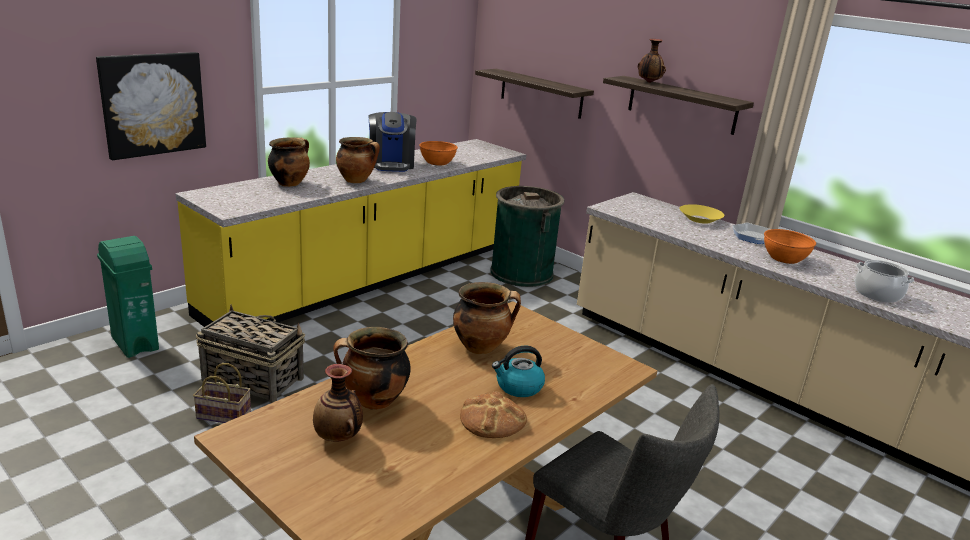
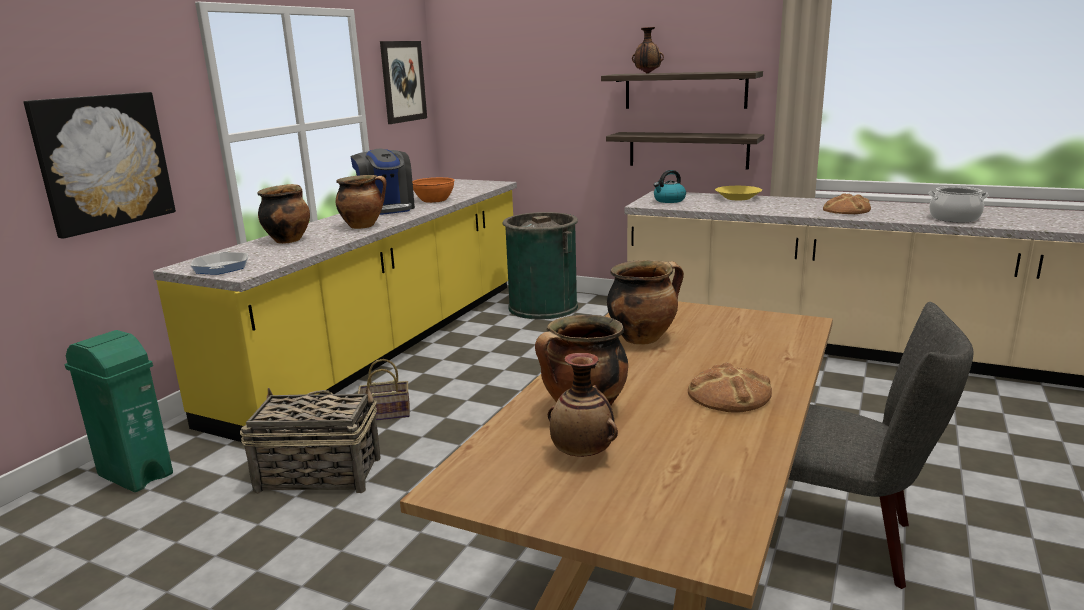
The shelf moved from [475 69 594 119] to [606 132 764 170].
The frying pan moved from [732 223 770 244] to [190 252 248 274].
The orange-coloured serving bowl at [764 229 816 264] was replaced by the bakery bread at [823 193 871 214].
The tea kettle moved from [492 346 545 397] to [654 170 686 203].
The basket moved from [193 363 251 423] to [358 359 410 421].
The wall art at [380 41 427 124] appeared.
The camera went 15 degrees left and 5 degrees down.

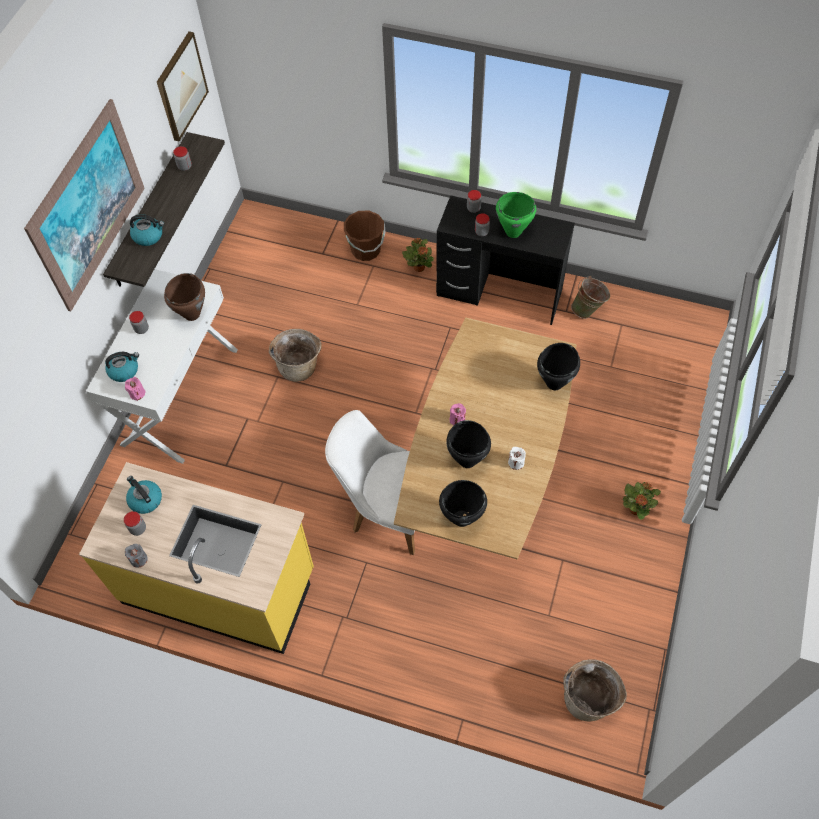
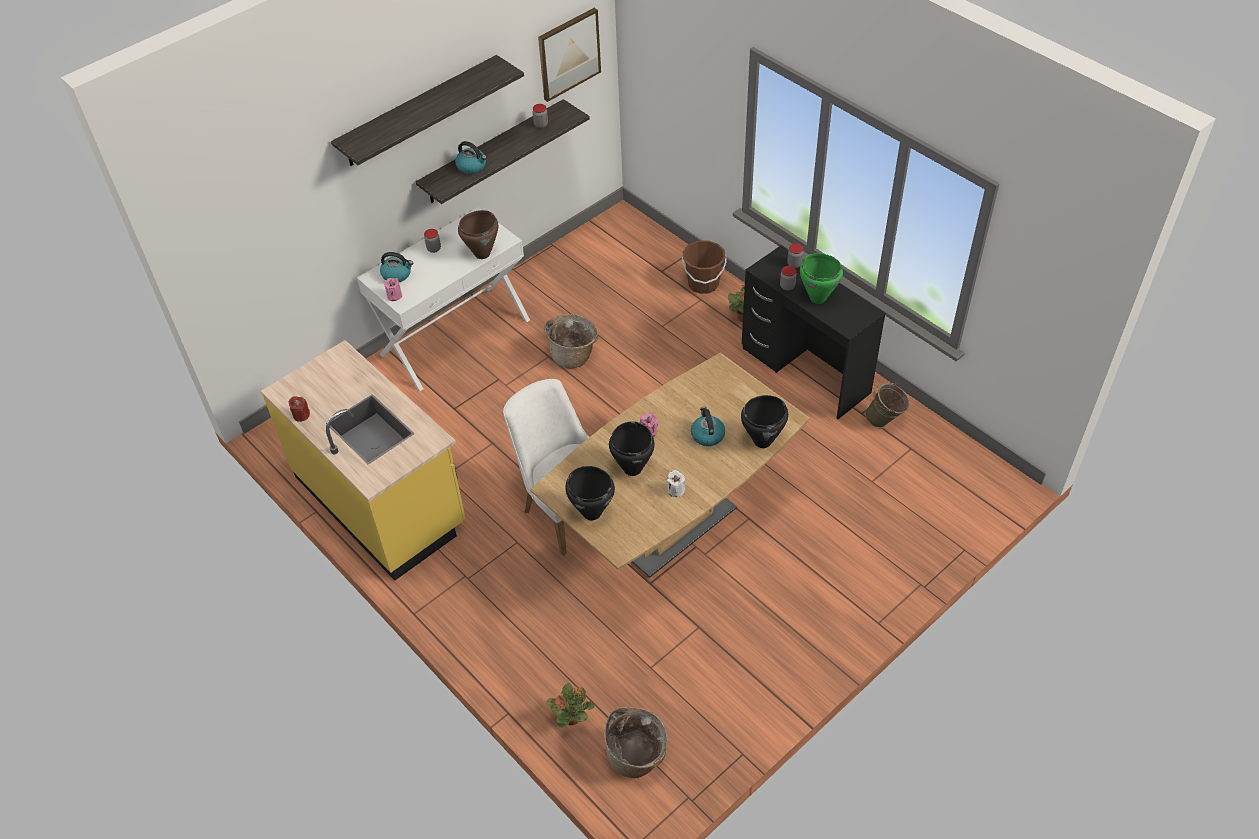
The wall art at [24 99 145 311] was replaced by the shelf at [331 55 524 166].
The tea kettle moved from [126 476 162 514] to [691 407 725 446].
The houseplant moved from [623 482 661 520] to [546 683 594 728].
The jar at [124 511 146 536] disappeared.
The gray wax candle at [125 544 148 568] became the red-coloured wax candle at [289 396 310 422].
The camera went 30 degrees right and 10 degrees down.

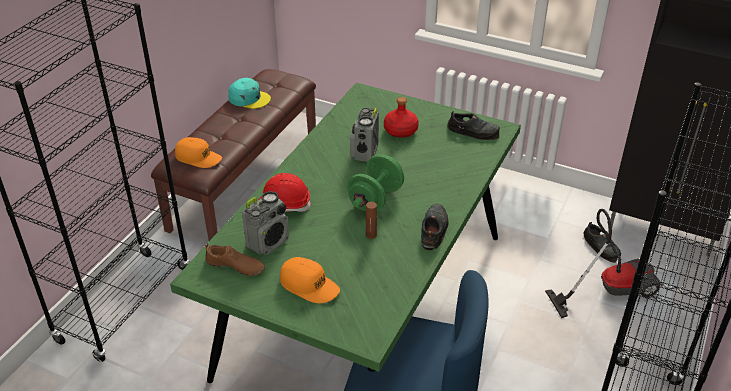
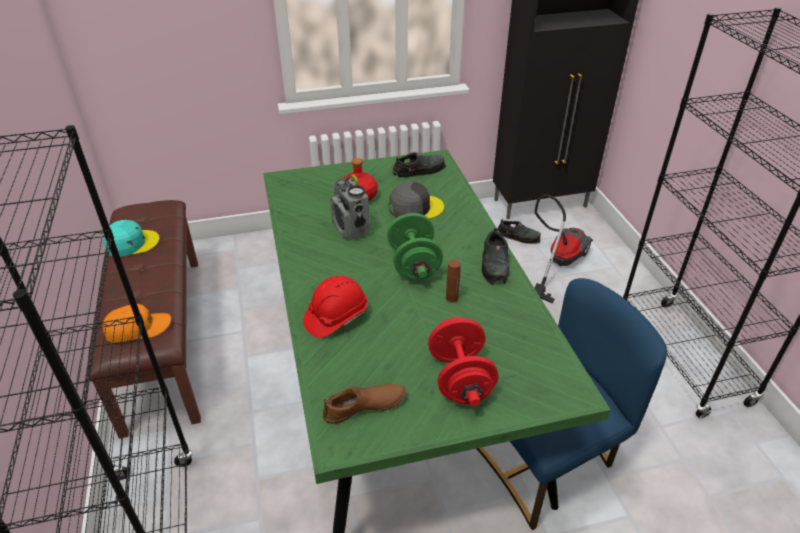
The radio receiver at [242 191 289 255] disappeared.
The black low shoe at [421 204 449 250] turned 150 degrees counterclockwise.
The orange-coloured baseball cap at [280 257 340 303] was replaced by the red-coloured dumbbell at [428 317 499 406].
The gray baseball cap at [389 182 444 219] appeared.
The camera went 40 degrees left and 0 degrees up.

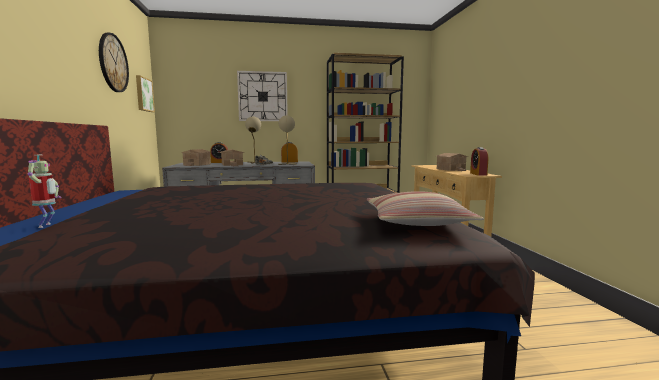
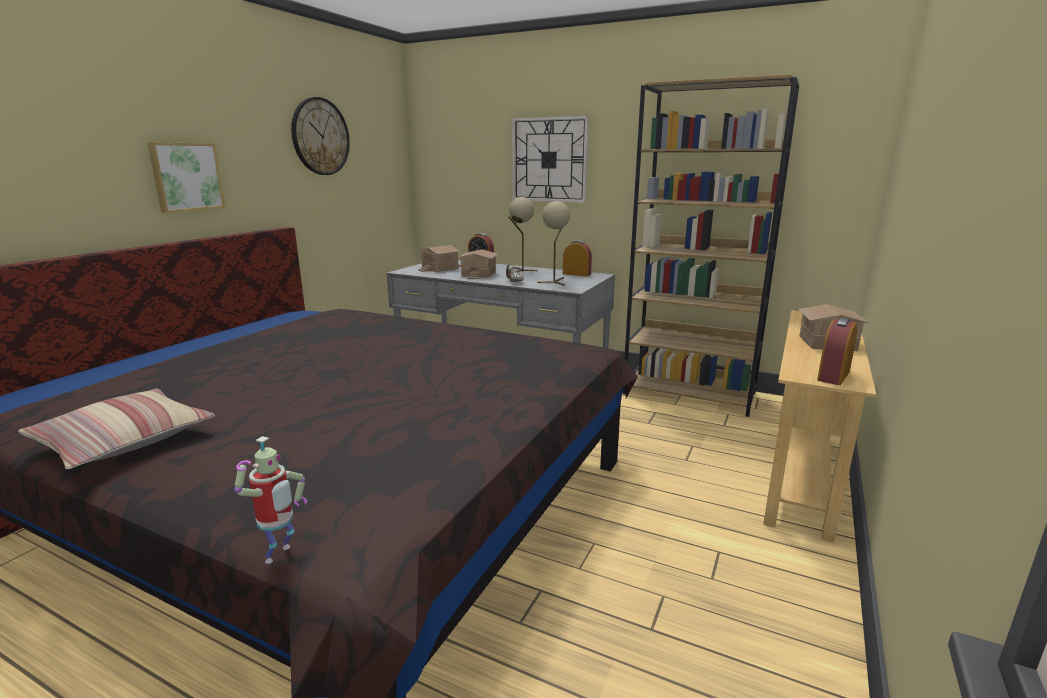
The wall art moved from [136 75 155 112] to [147 142 225 213].
The model robot moved from [28 155 62 228] to [234 436 307 564].
The pillow moved from [367 191 484 226] to [18 388 215 469].
The camera went 35 degrees right and 10 degrees up.

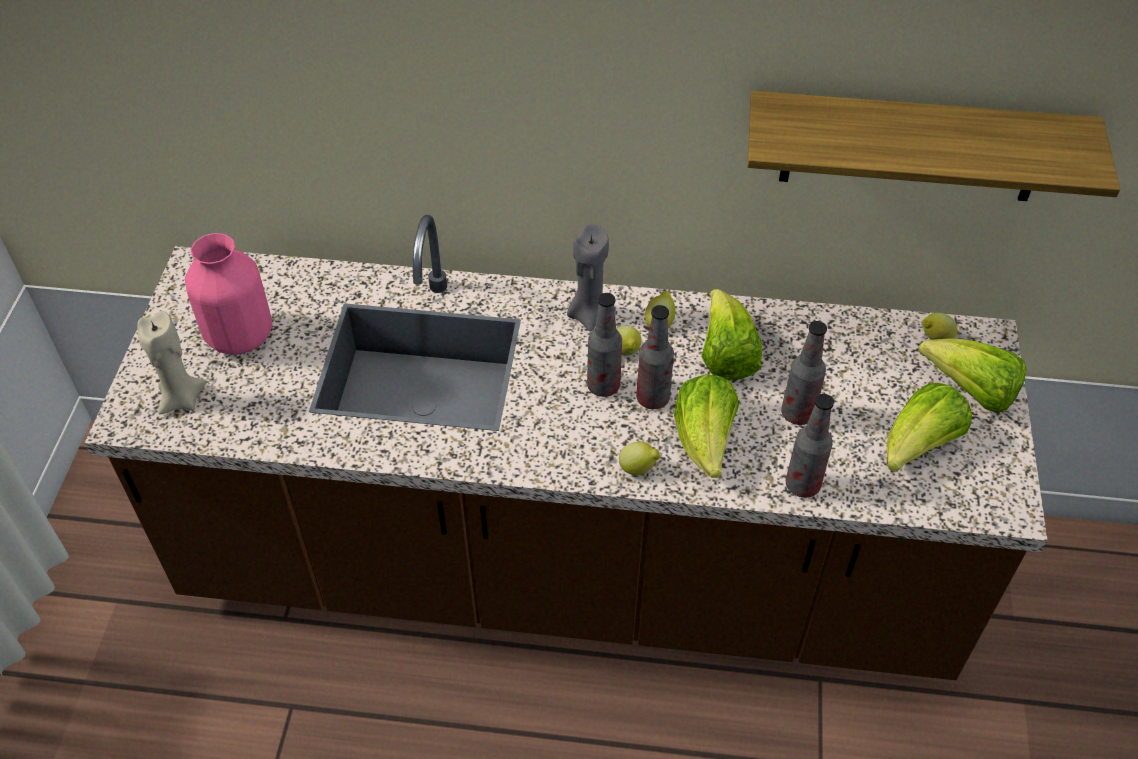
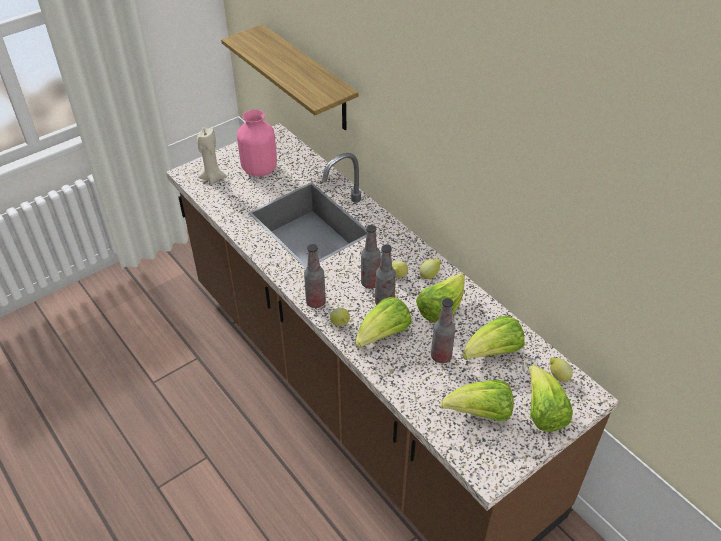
The shelf moved from [747 91 1120 201] to [221 24 359 130].
The gray wax candle at [567 224 609 332] disappeared.
The bottle moved from [786 394 834 498] to [304 244 326 308].
The head of lettuce at [462 315 525 360] appeared.
The camera went 45 degrees right and 5 degrees down.

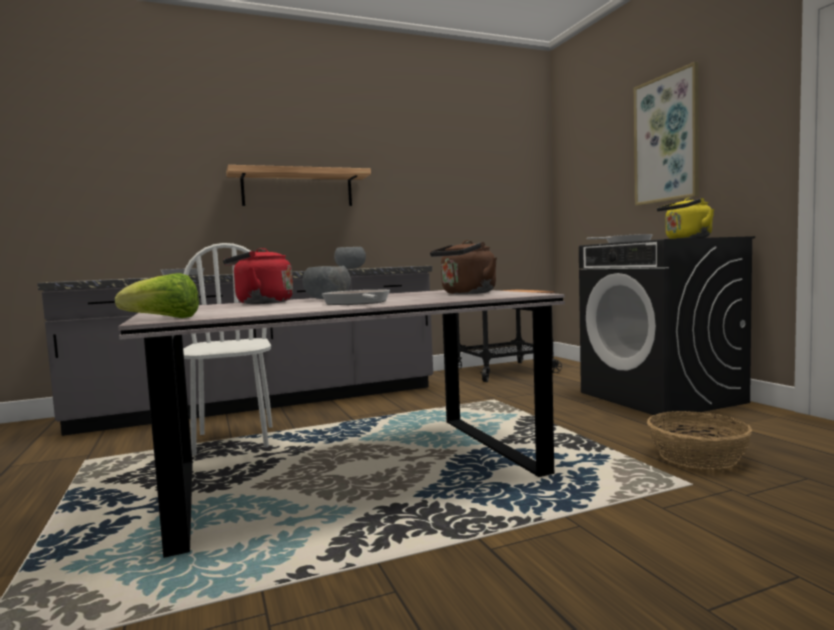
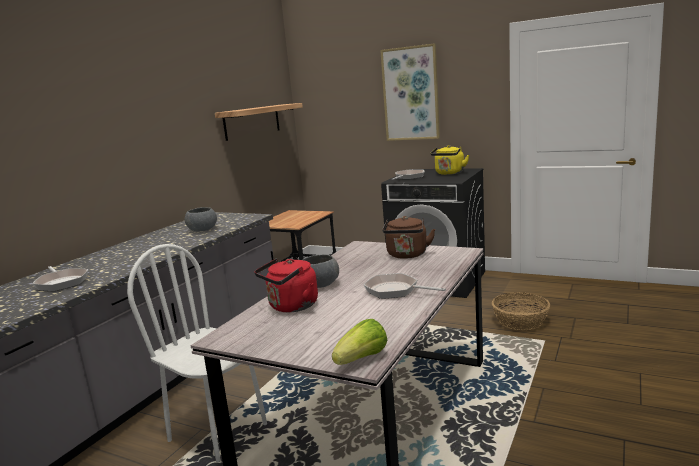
The shelf moved from [226 165 371 206] to [215 103 303 141].
The camera went 40 degrees left and 10 degrees up.

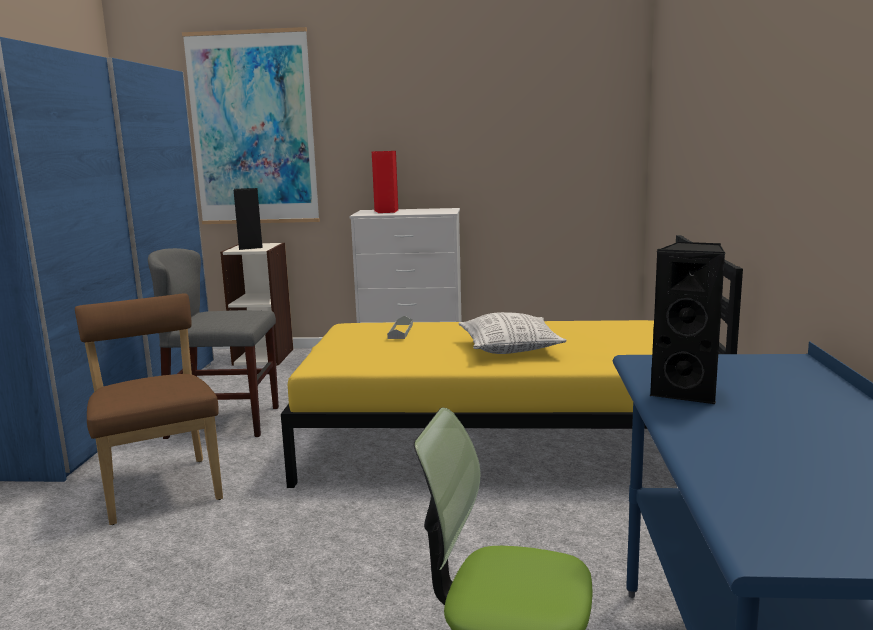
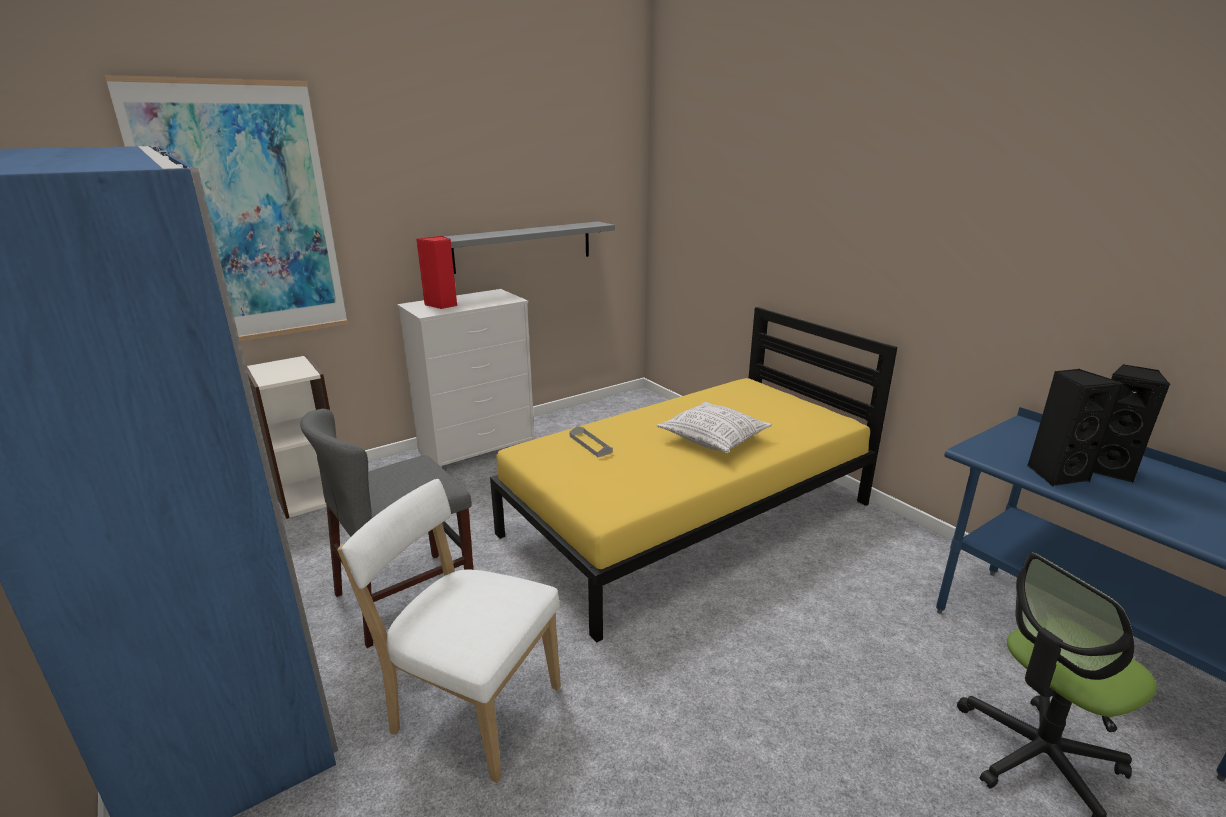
The black audio speaker moved from [234 188 263 250] to [1093 364 1170 483].
The brown-coloured plain chair at [75 294 223 525] became the white plain chair at [337 479 561 783].
The gray shelf at [444 221 615 274] appeared.
The camera went 40 degrees left and 10 degrees up.

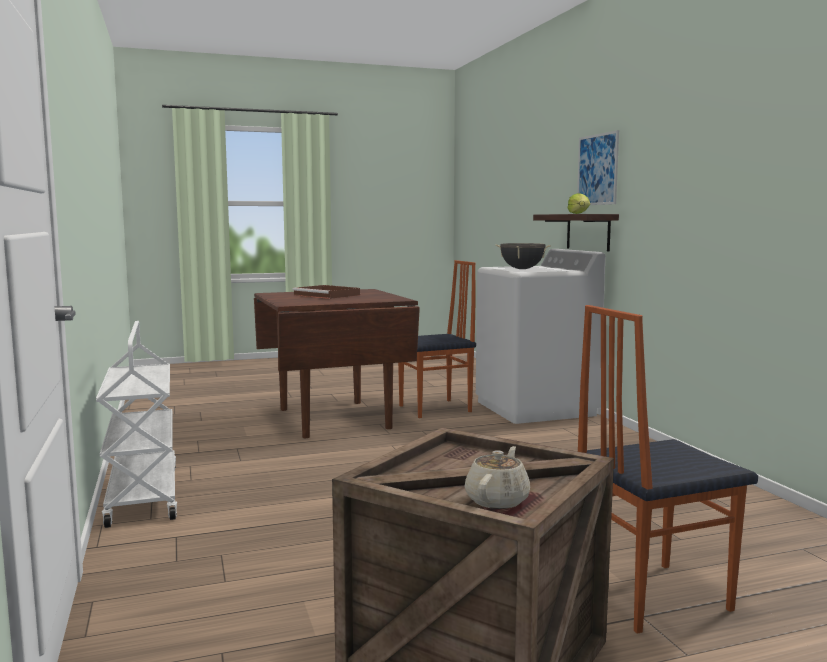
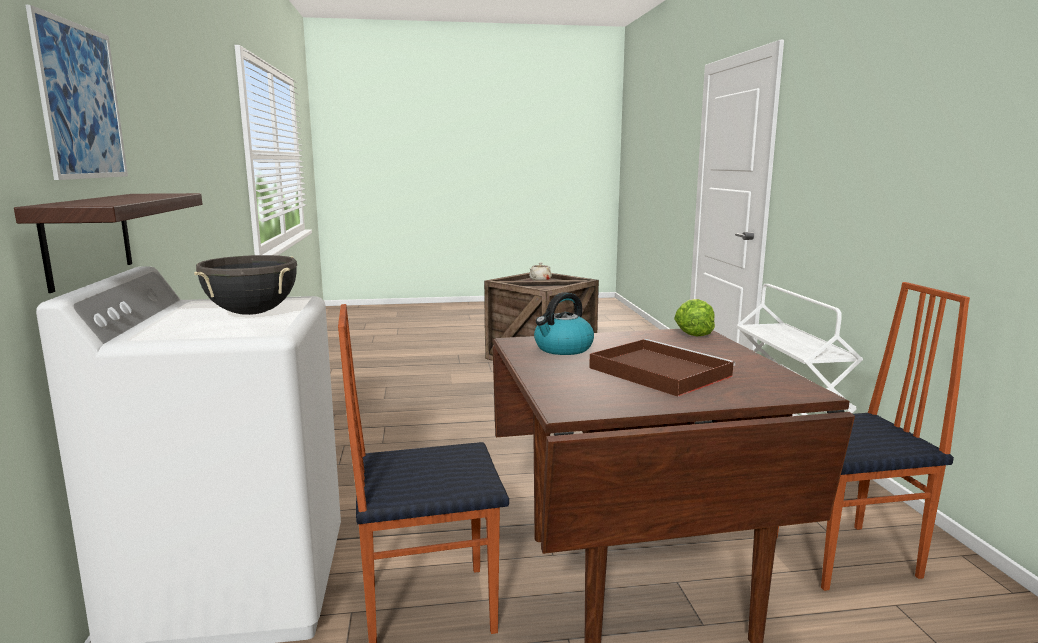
The head of lettuce moved from [568 193 590 214] to [674 299 715 337].
The plain chair moved from [578 305 758 634] to [777 282 970 591].
The tea kettle at [534 292 594 355] appeared.
The camera went 170 degrees left and 5 degrees up.

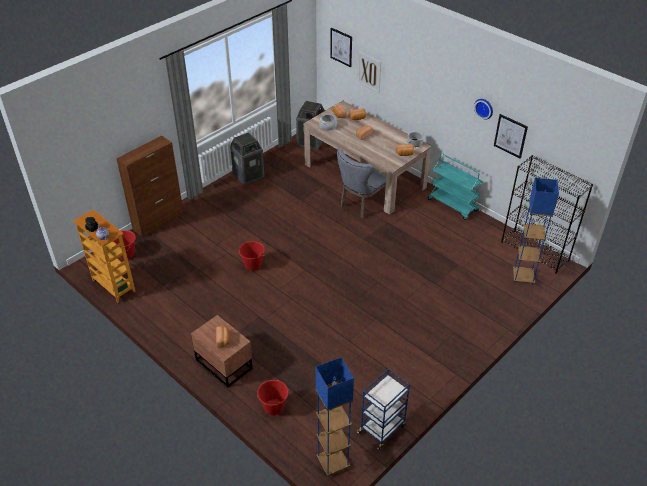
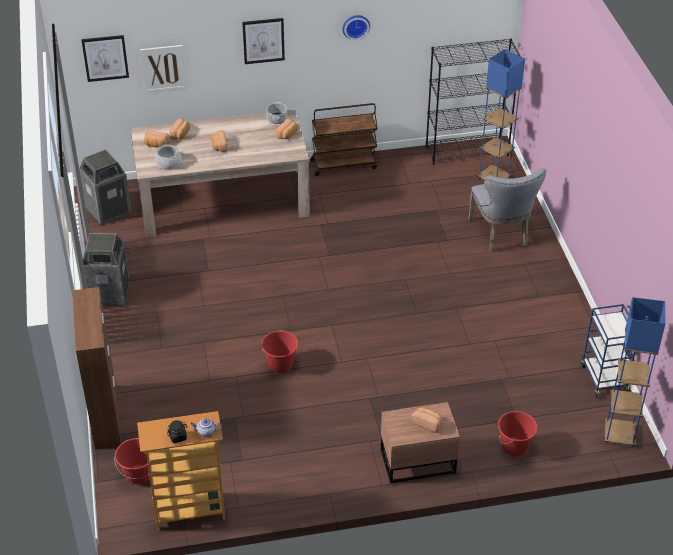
The wall art moved from [494 114 528 158] to [242 18 285 64].
The gray plain chair moved from [337 148 386 218] to [468 168 546 252].
The turquoise-coloured cart at [428 153 483 220] became the brown-coloured cart at [310 103 378 176].
The camera went 55 degrees left and 0 degrees up.

